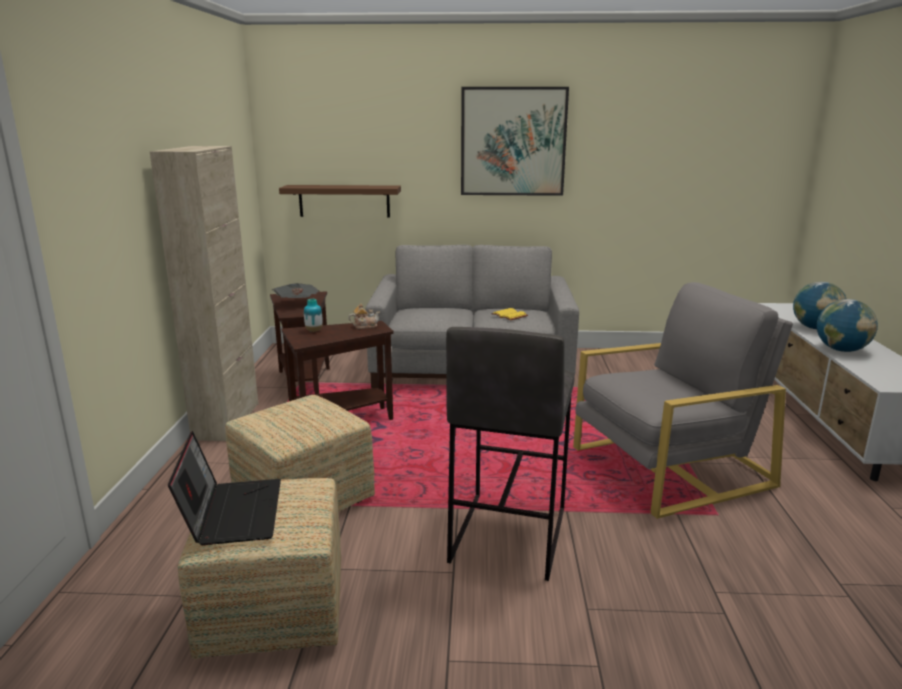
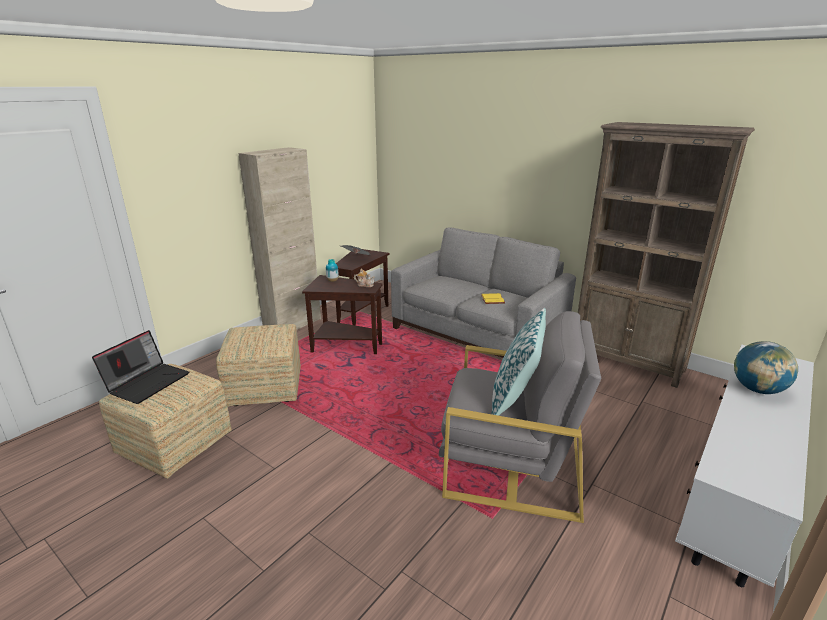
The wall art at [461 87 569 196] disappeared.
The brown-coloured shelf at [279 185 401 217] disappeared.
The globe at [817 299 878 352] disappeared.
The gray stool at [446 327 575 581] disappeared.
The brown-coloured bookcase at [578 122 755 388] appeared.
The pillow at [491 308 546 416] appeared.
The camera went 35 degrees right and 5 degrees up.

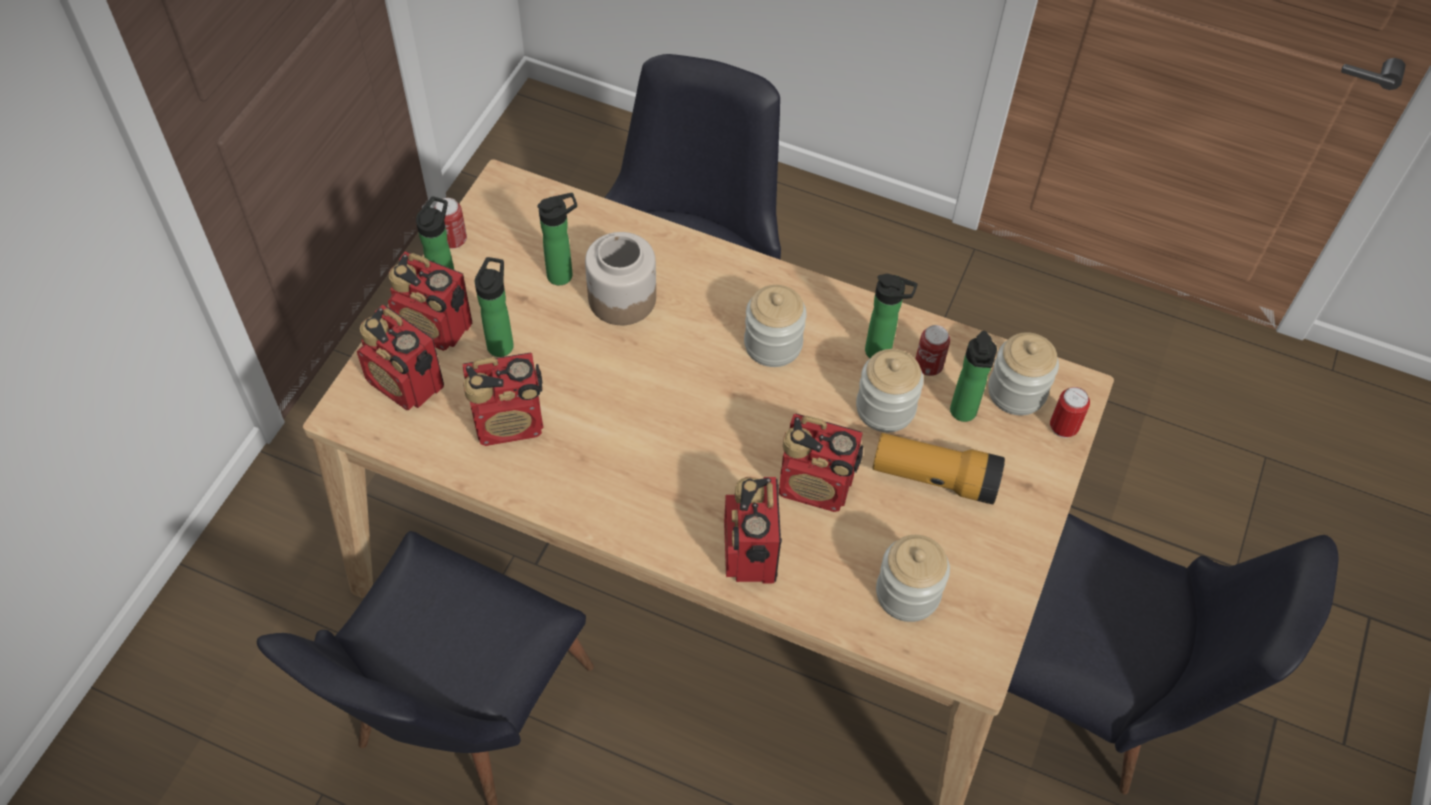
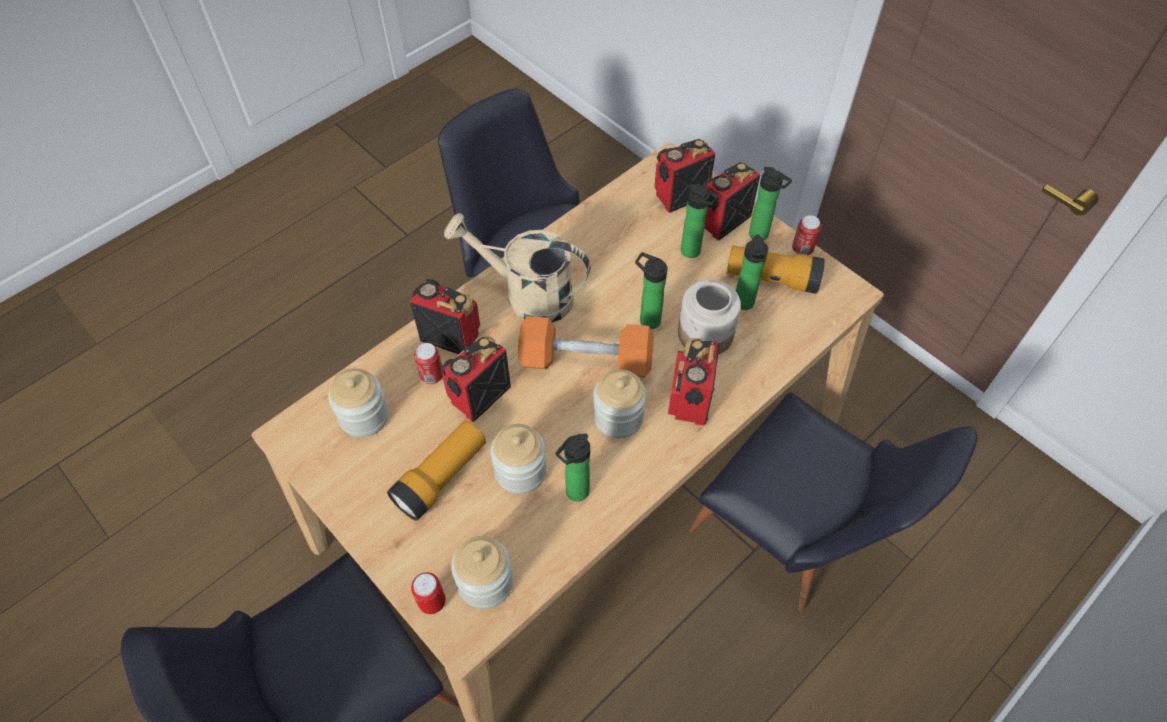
The metal can moved from [915 325 950 376] to [414 343 443 384].
The bottle moved from [950 331 997 422] to [635 252 668 329].
The radio receiver moved from [462 352 543 446] to [668 338 720 426].
The beige-coloured watering can at [444 213 591 323] appeared.
The flashlight at [727 246 825 294] appeared.
The orange-coloured dumbbell at [518 316 654 377] appeared.
The camera went 115 degrees right and 0 degrees up.

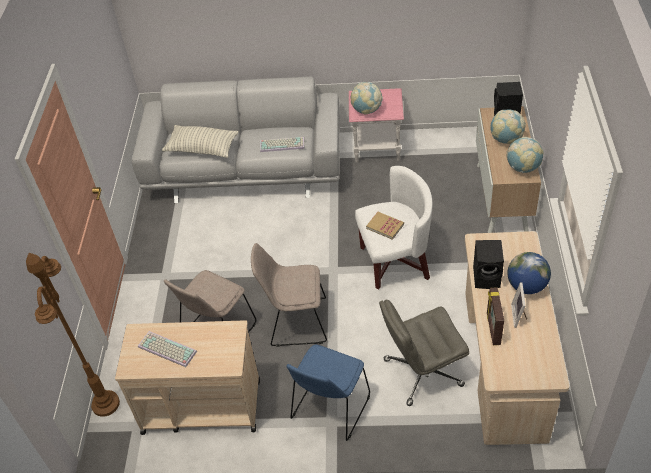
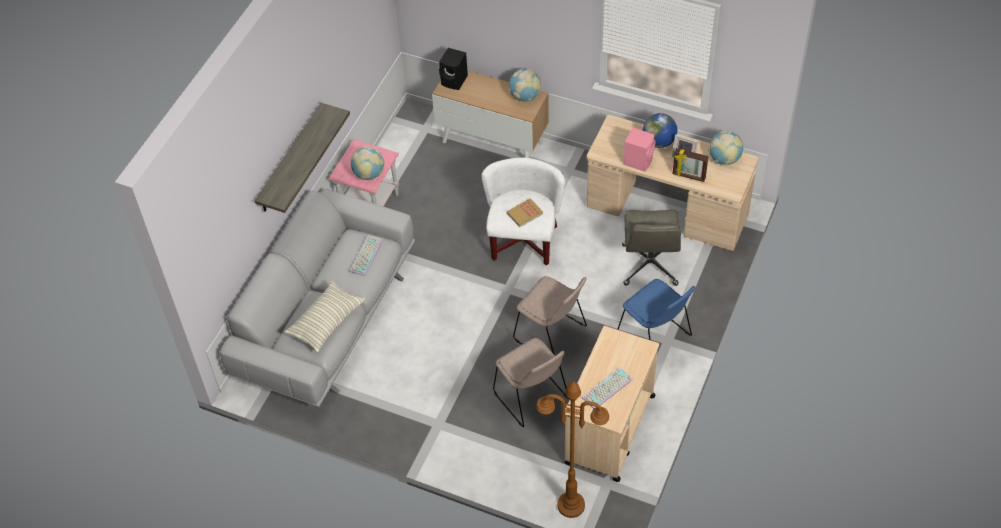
The globe moved from [490 110 526 144] to [708 131 743 166].
The black audio speaker at [473 240 504 289] became the pink audio speaker at [624 128 656 172].
The beige-coloured plain chair at [251 243 327 347] turned 75 degrees counterclockwise.
The shelf at [254 103 350 213] appeared.
The camera went 70 degrees left and 5 degrees up.

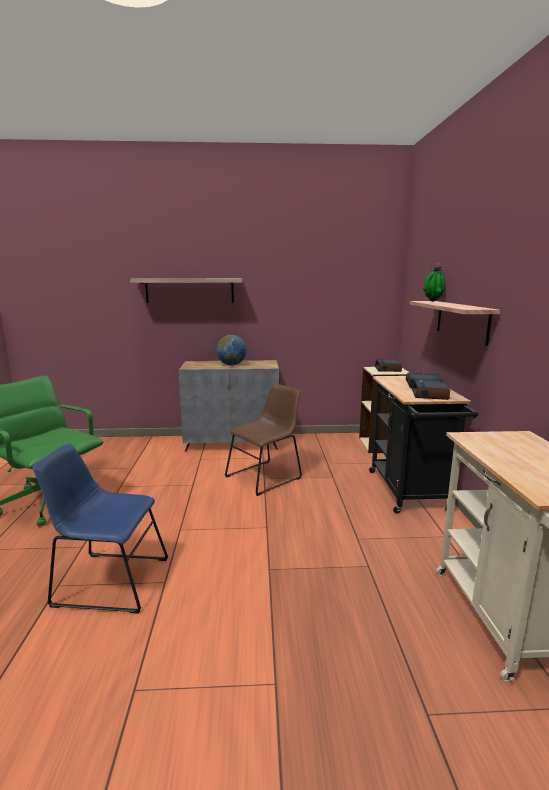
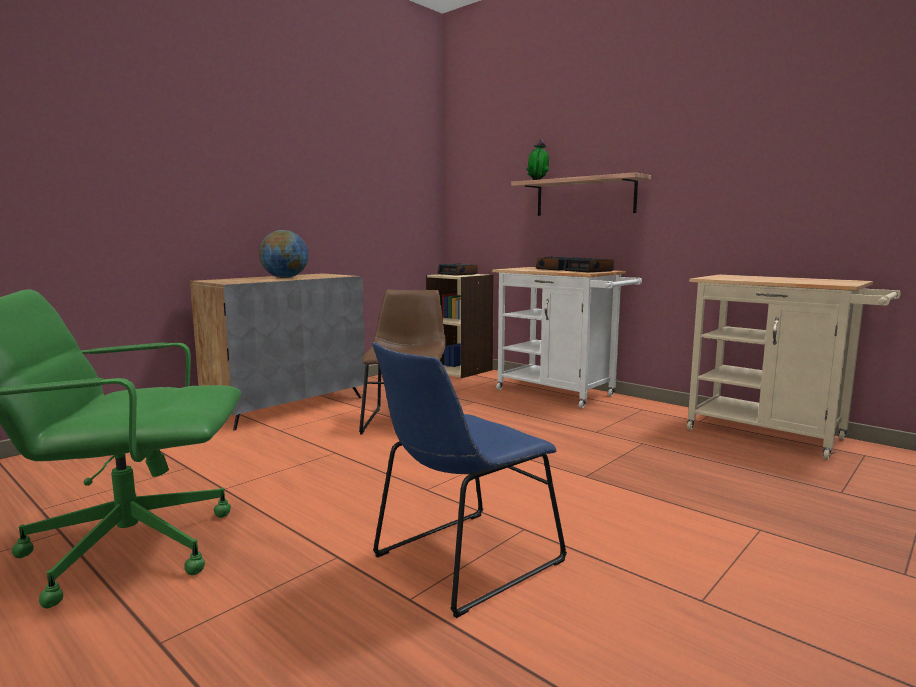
The shelf at [130 278 242 303] disappeared.
The black cart at [369 376 478 514] became the white cart at [492 267 642 408].
The camera went 45 degrees left and 5 degrees down.

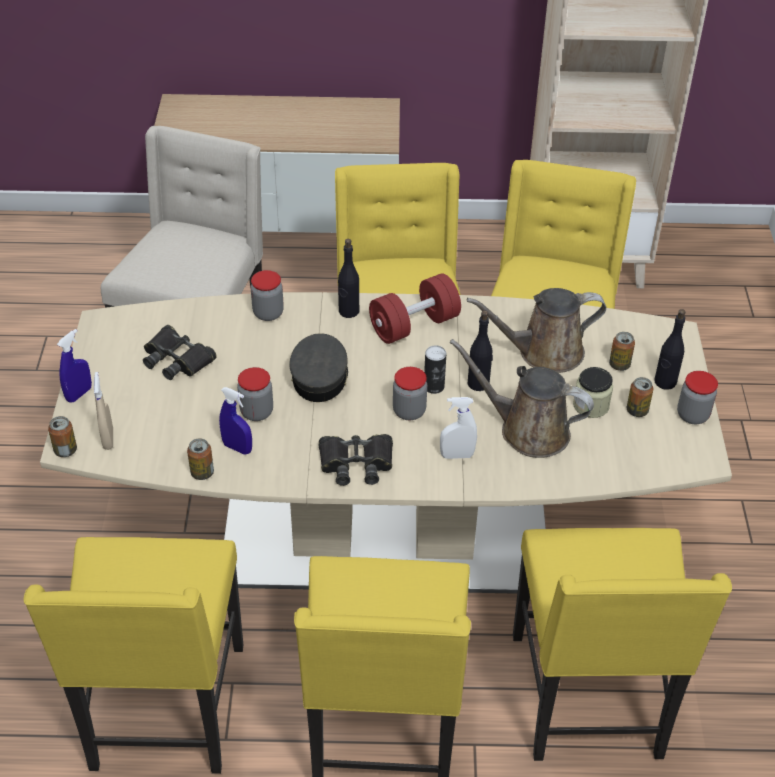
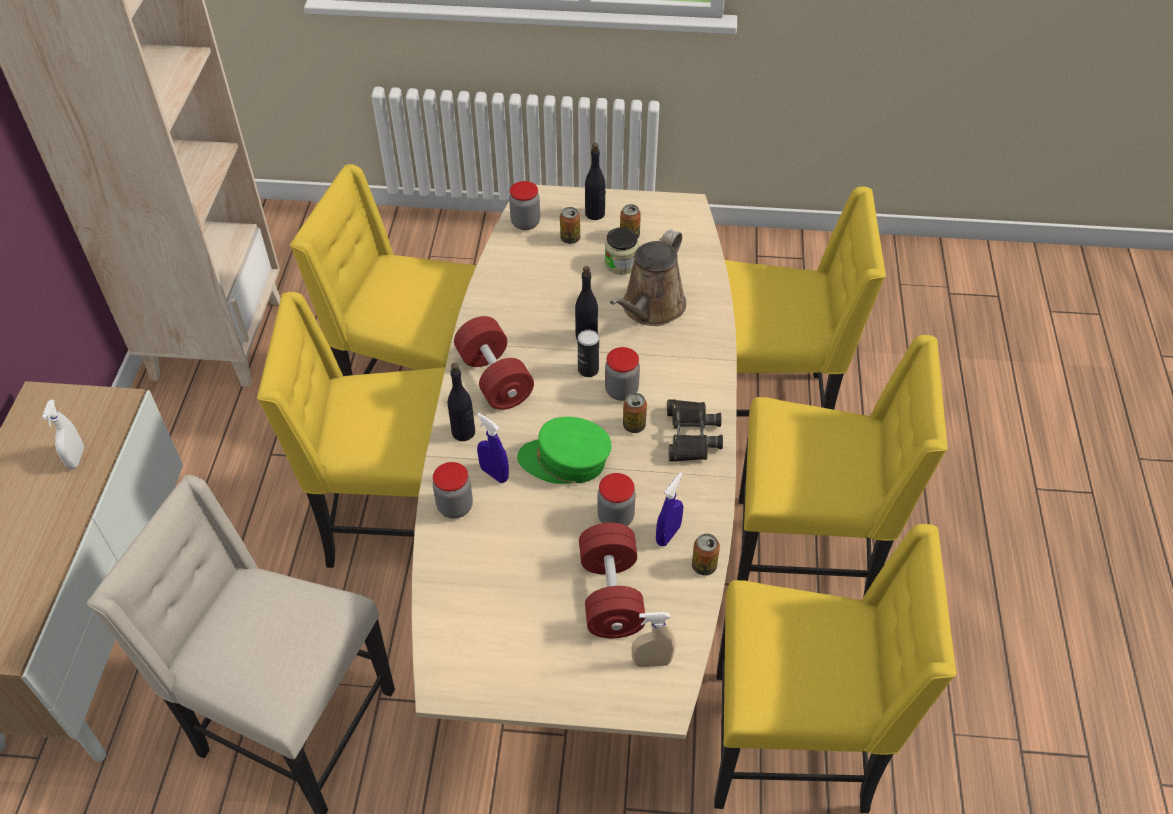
The brown-coloured watering can at [467 288 606 373] disappeared.
The black field glasses at [143 325 217 380] disappeared.
The bluish sprayer moved from [57 329 92 403] to [477 413 509 483].
The gray baseball cap at [289 333 348 402] became the green-coloured baseball cap at [517 417 612 484].
The jar moved from [677 371 718 424] to [509 181 540 230].
The white sprayer moved from [440 397 477 459] to [42 400 84 469].
The metal can moved from [48 416 77 457] to [623 393 647 433].
The red-coloured dumbbell at [579 523 645 638] appeared.
The camera went 85 degrees left and 5 degrees up.

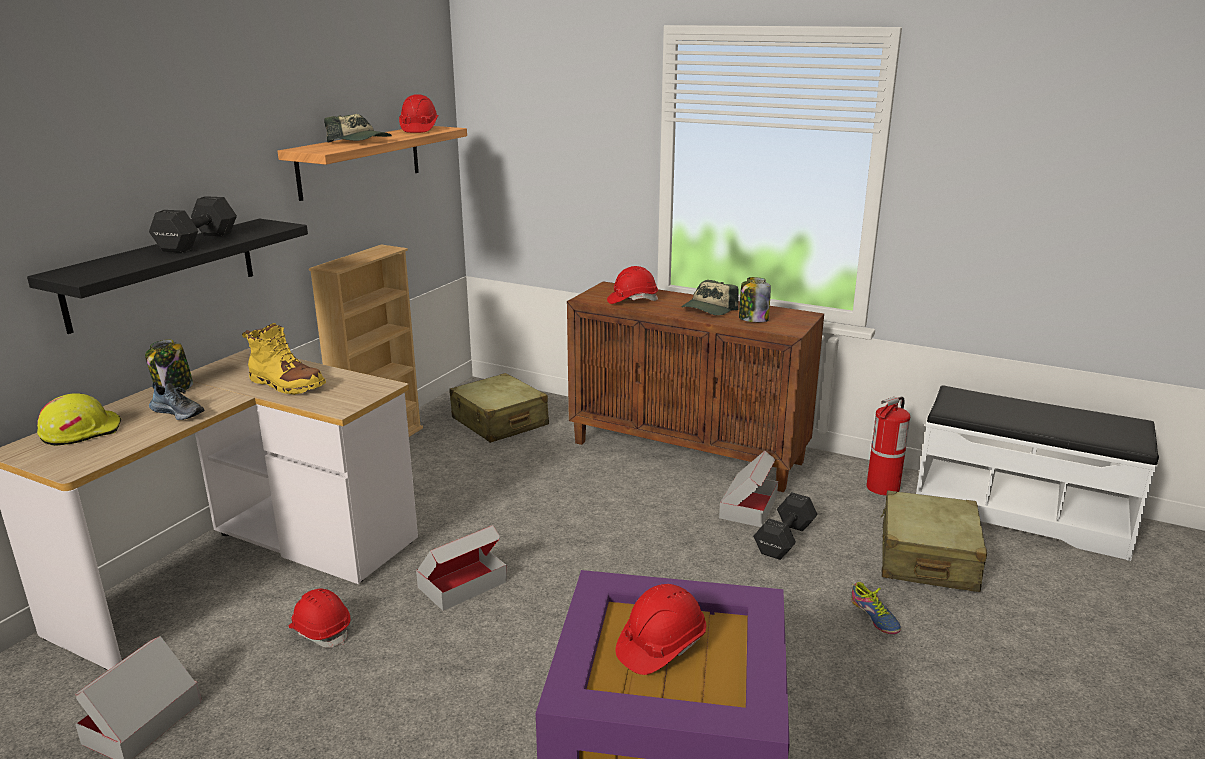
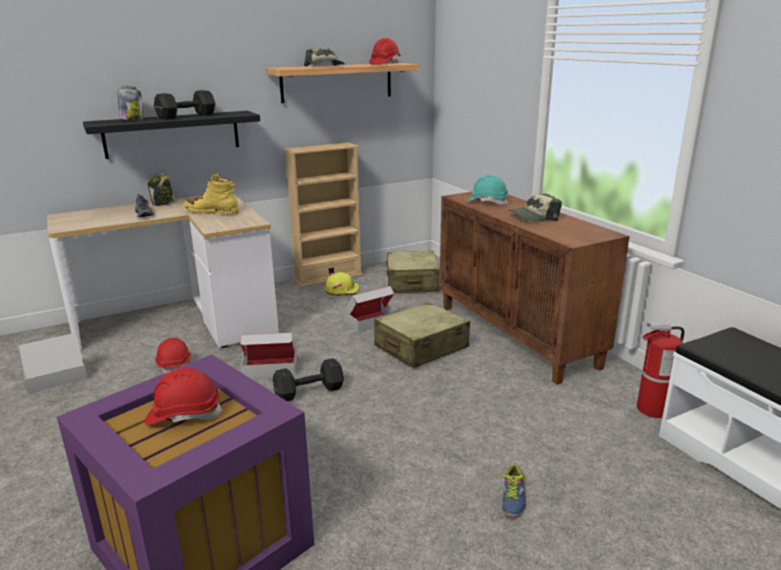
The red-coloured work helmet at [607 266 658 304] became the turquoise-coloured work helmet at [467 175 508 205].
The jar moved from [739 277 771 322] to [118 86 143 120].
The yellow high-top boot at [242 323 326 395] turned 135 degrees clockwise.
The yellow work helmet moved from [37 393 121 446] to [325 272 360 296].
The cardboard box moved from [719 451 778 527] to [343 286 397 333].
The beige-coloured piece of luggage moved from [880 490 987 592] to [374 302 470 368].
The black dumbbell moved from [753 492 817 560] to [273 358 344 401].
The camera went 35 degrees right and 0 degrees up.

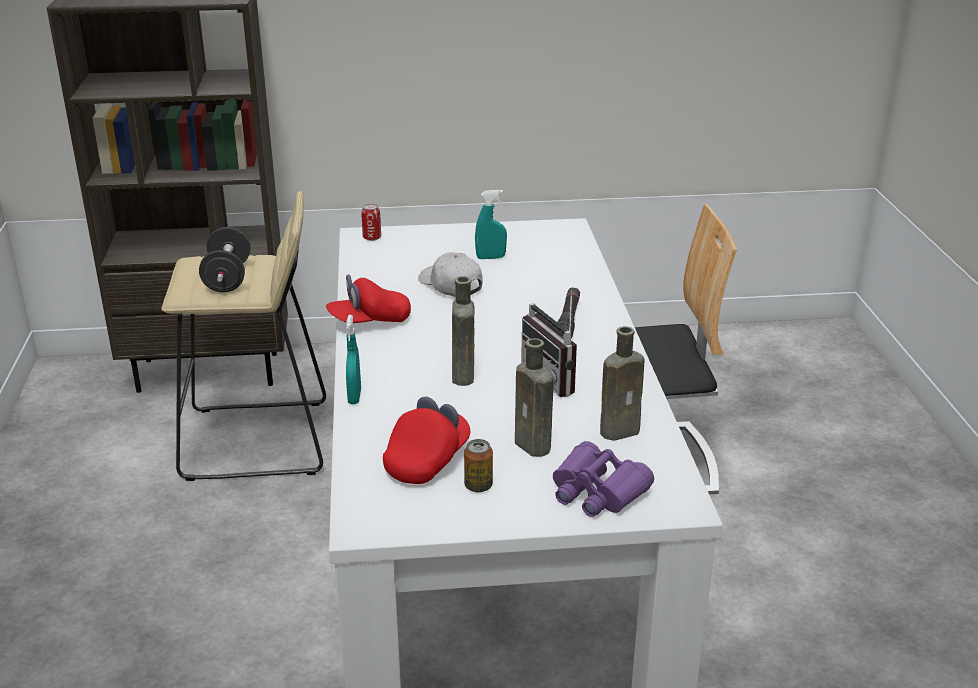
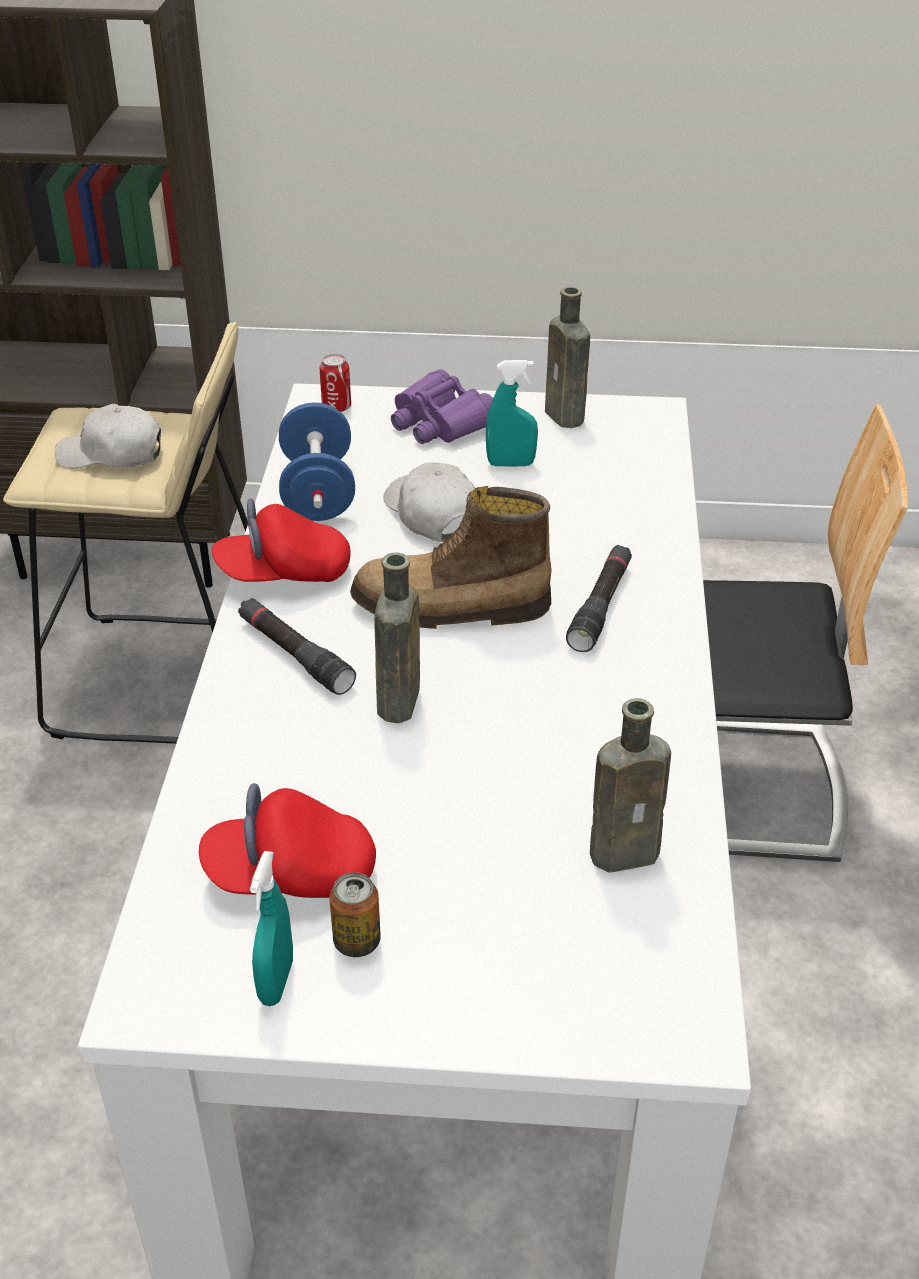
The black dumbbell at [199 227 251 292] was replaced by the white baseball cap at [55 404 161 469].
The radio receiver at [521 291 577 397] disappeared.
The turquoise-coloured sprayer moved from [346 315 361 404] to [250 851 293 1006].
The brown-coloured bottle moved from [515 338 554 457] to [545 287 590 428].
The red-coloured baseball cap at [383 396 470 484] turned 135 degrees counterclockwise.
The purple field glasses moved from [553 441 654 517] to [391 369 493 444].
The bluish dumbbell at [279 403 355 521] appeared.
The high-top boot at [350 486 552 629] appeared.
The black flashlight at [238 598 356 695] appeared.
The camera went 10 degrees right and 10 degrees up.

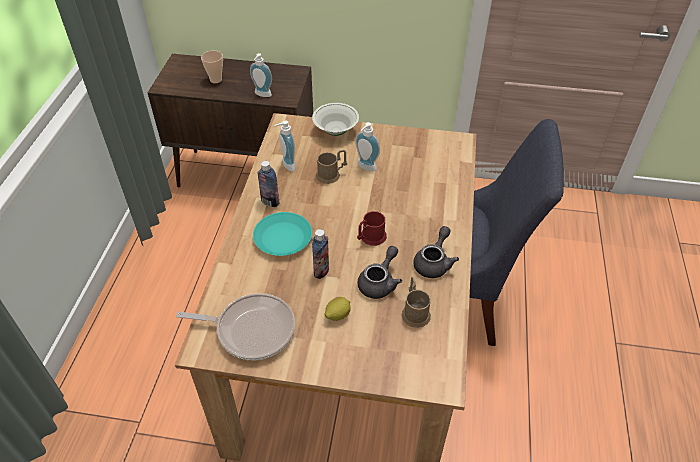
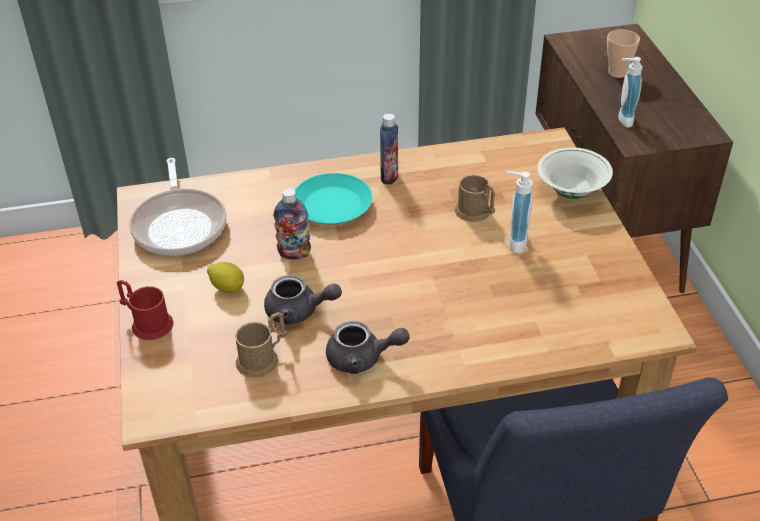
The soap dispenser at [274 120 296 171] disappeared.
The red-coloured coffee mug moved from [357 211 387 246] to [117 280 174 340].
The camera went 70 degrees right and 5 degrees down.

